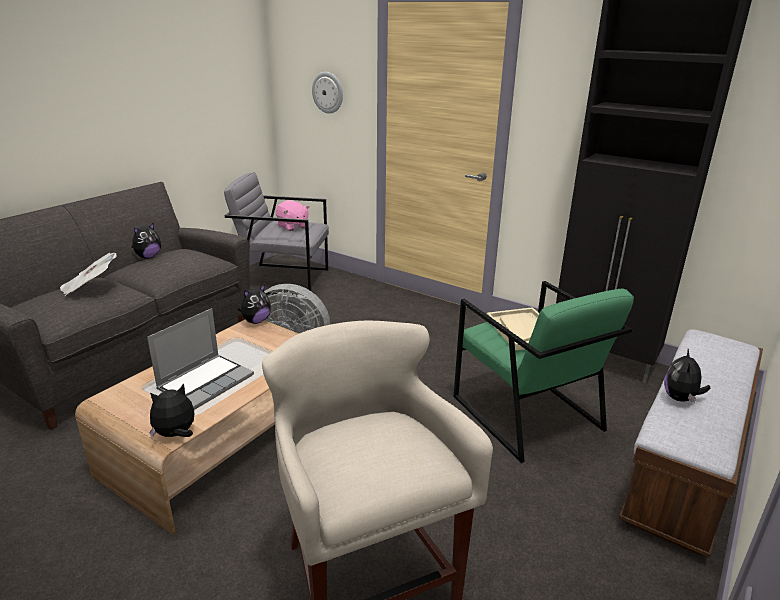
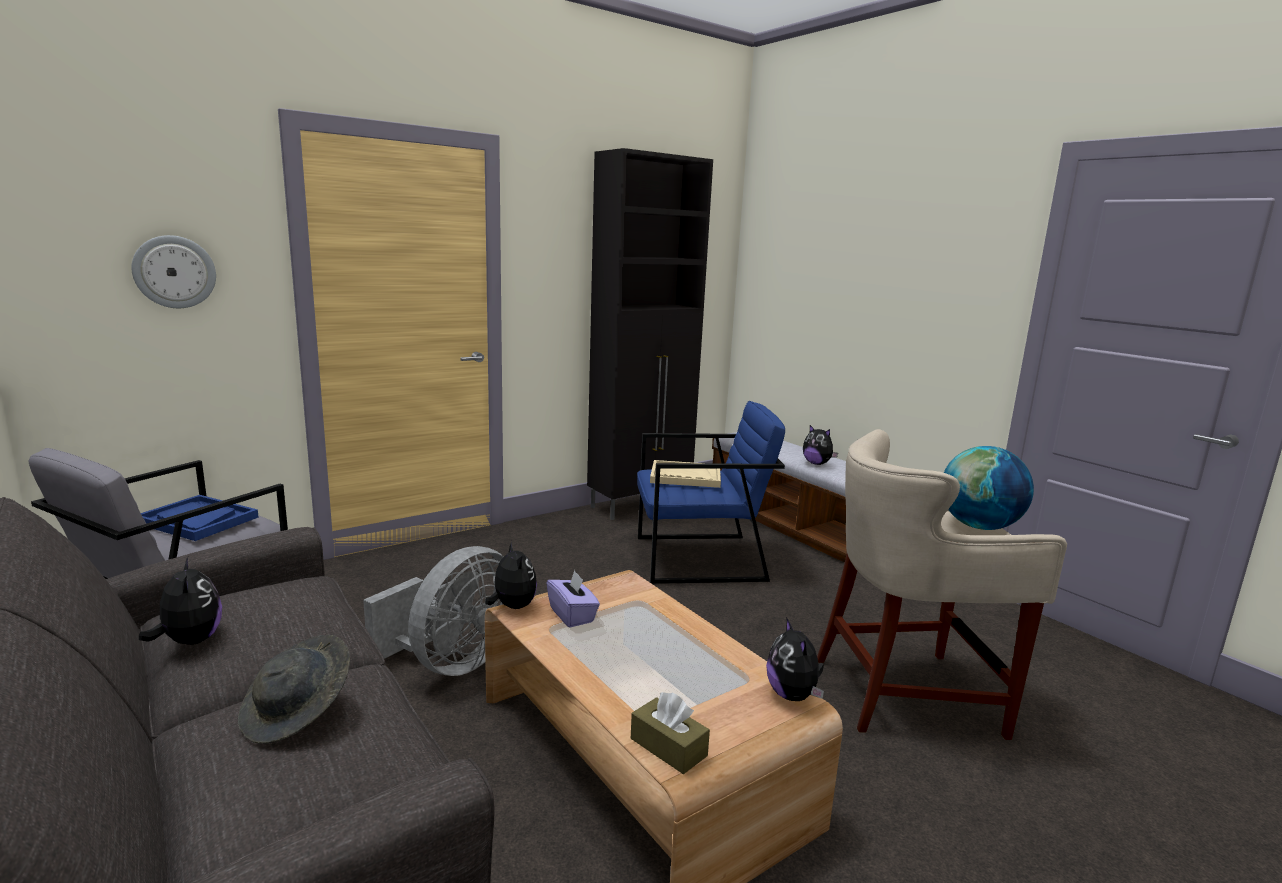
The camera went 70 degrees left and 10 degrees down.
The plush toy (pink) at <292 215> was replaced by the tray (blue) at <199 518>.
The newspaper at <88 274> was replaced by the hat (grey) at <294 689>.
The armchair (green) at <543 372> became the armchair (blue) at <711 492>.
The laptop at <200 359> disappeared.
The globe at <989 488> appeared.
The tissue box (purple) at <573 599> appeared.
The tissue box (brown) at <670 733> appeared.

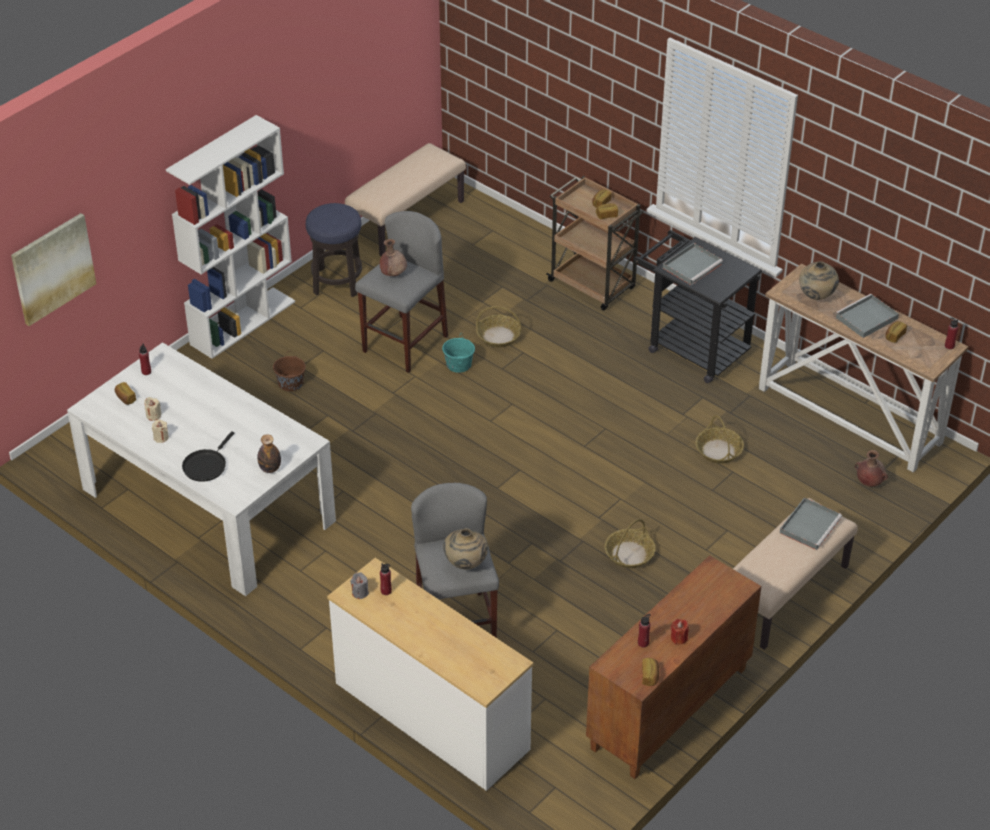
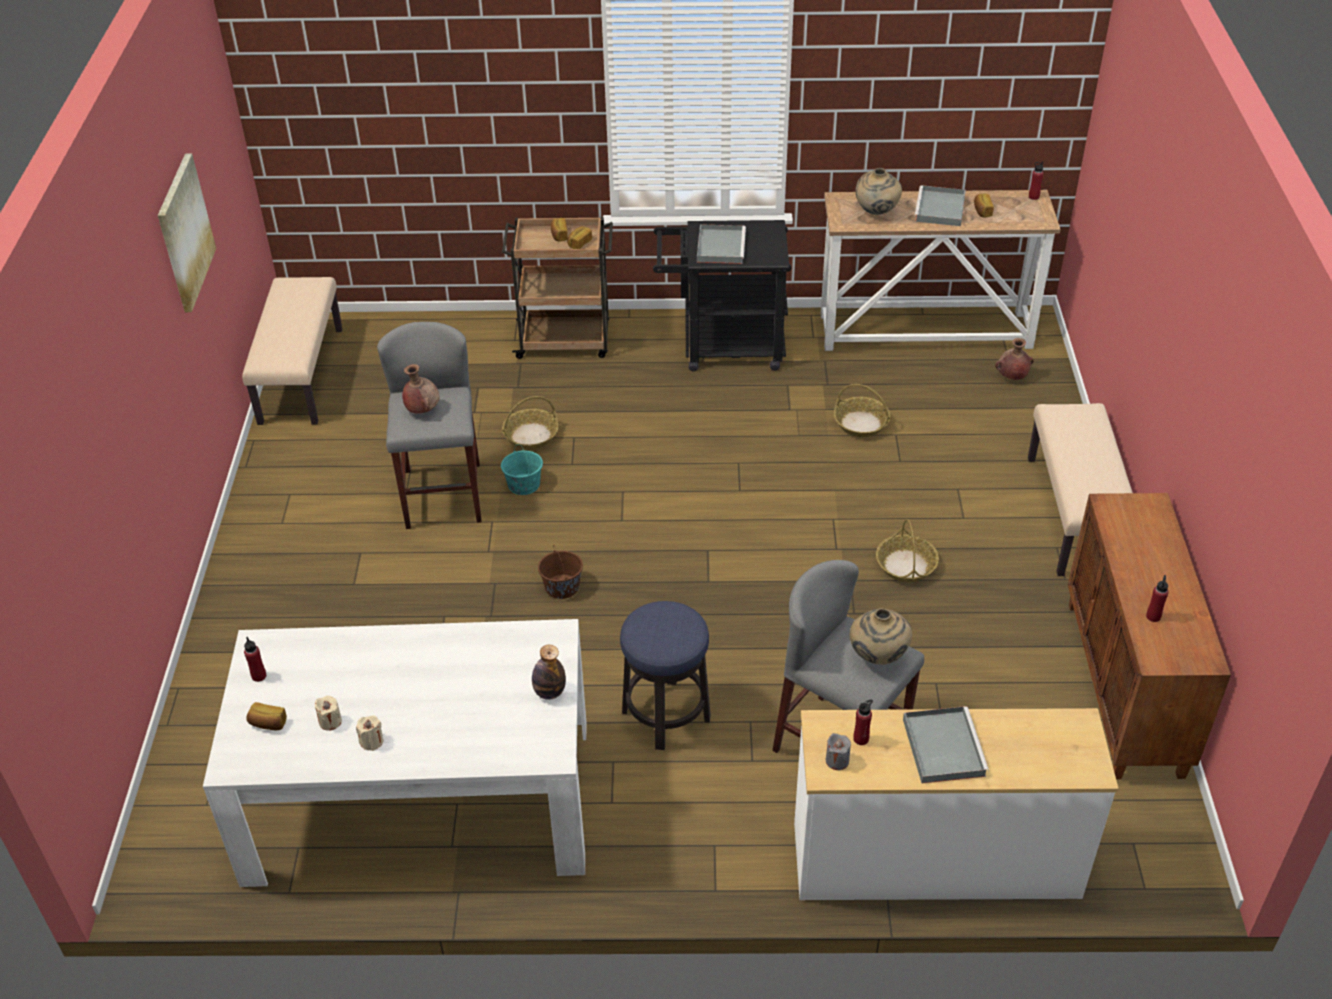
The camera went 40 degrees left and 0 degrees up.
The bookcase (white) at <230 237> disappeared.
The stool moved from <334 250> to <665 675>.
The picture moved from <53 269> to <187 233>.
The bucket (brown) moved from <289 371> to <560 572>.
The frying pan (black) at <208 456> disappeared.
The tray (grey) moved from <811 523> to <946 744>.
The candle (red) at <680 631> disappeared.
The bread at <650 672> disappeared.

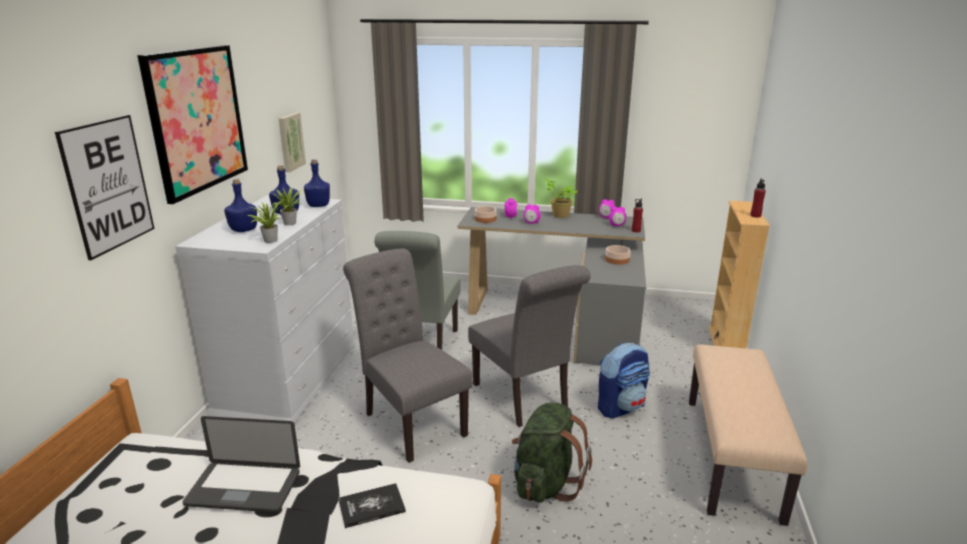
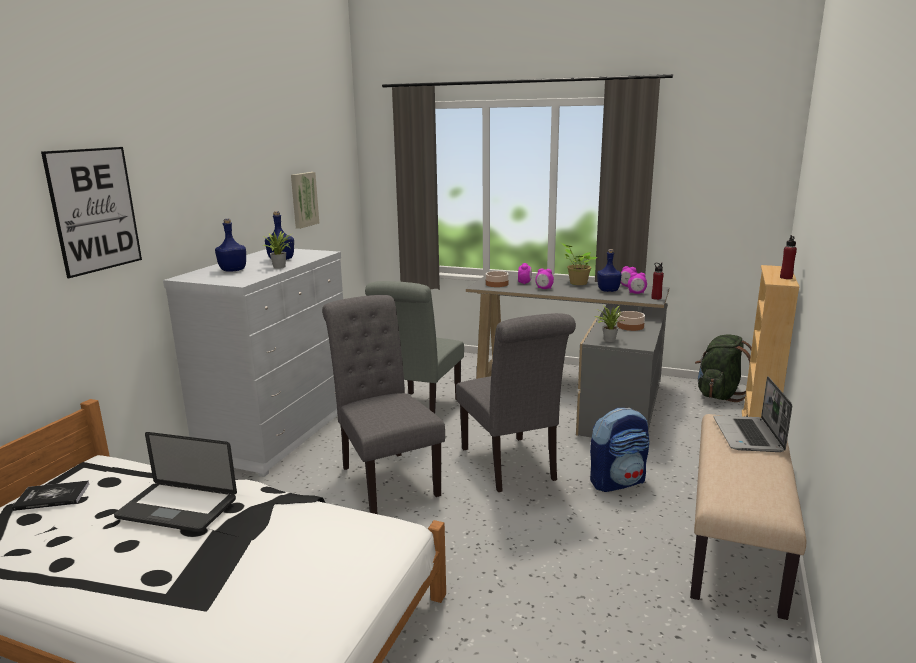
The camera went 10 degrees right and 5 degrees down.
The picture at <192 124> disappeared.
The bottle (blue) moved from <317 183> to <609 270>.
The potted plant moved from <264 222> to <609 324>.
The backpack (green) moved from <552 453> to <723 368>.
The book moved from <372 505> to <50 495>.
The laptop at <752 414> appeared.

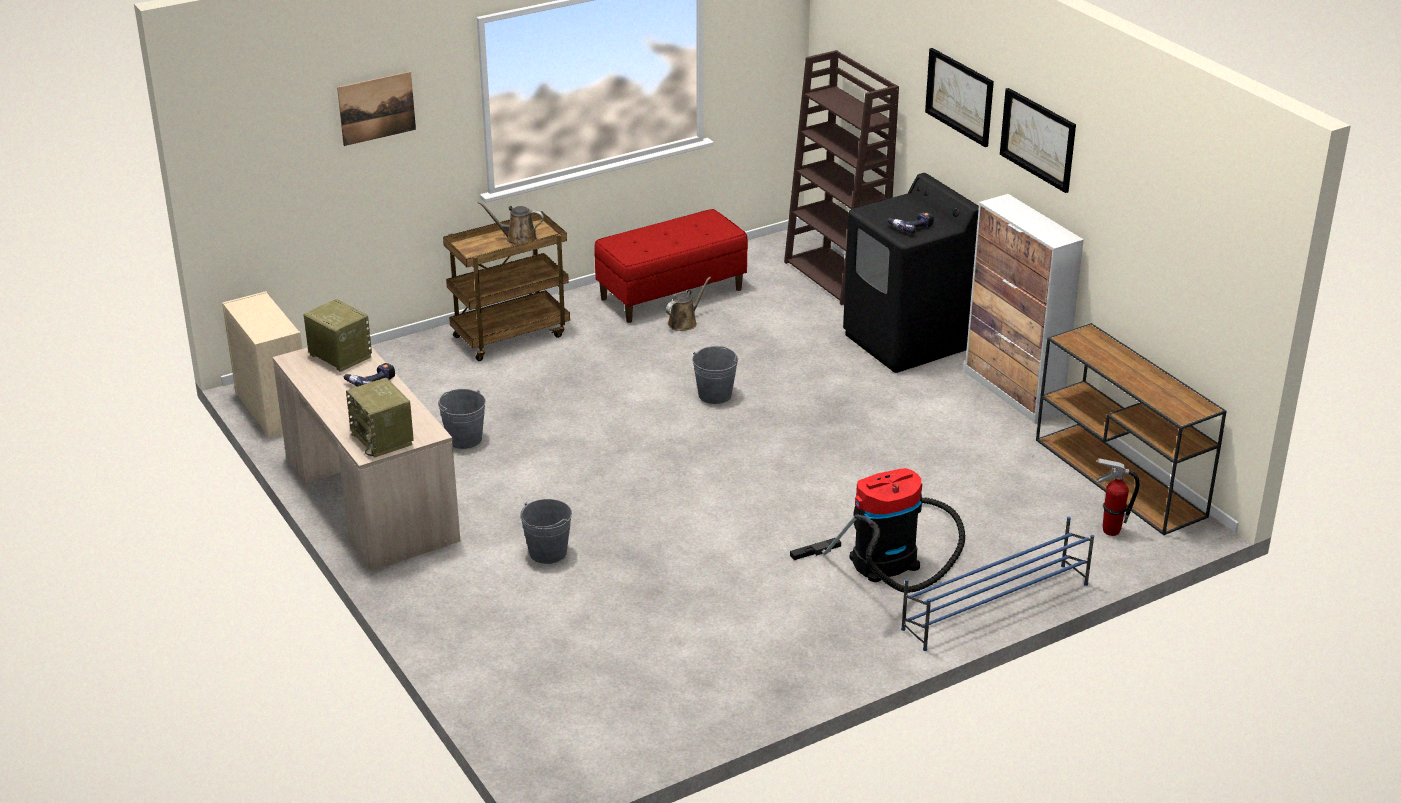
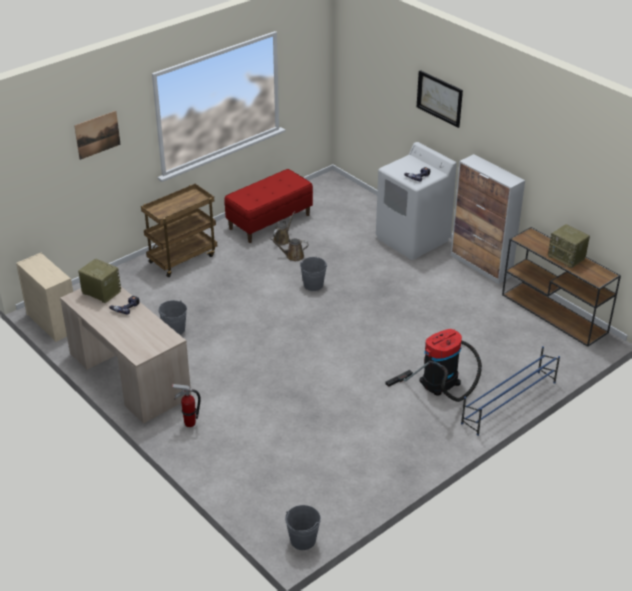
The camera went 10 degrees left and 5 degrees up.
The bookcase (brown) at <841 177> disappeared.
The picture at <1038 140> disappeared.
The washing machine (black) at <911 273> became the washing machine (white) at <416 201>.
The watering can (brown) moved from <510 223> to <289 249>.
The radio moved from <380 418> to <569 246>.
The fire extinguisher moved from <1118 497> to <186 405>.
The bucket (grey) moved from <546 531> to <303 527>.

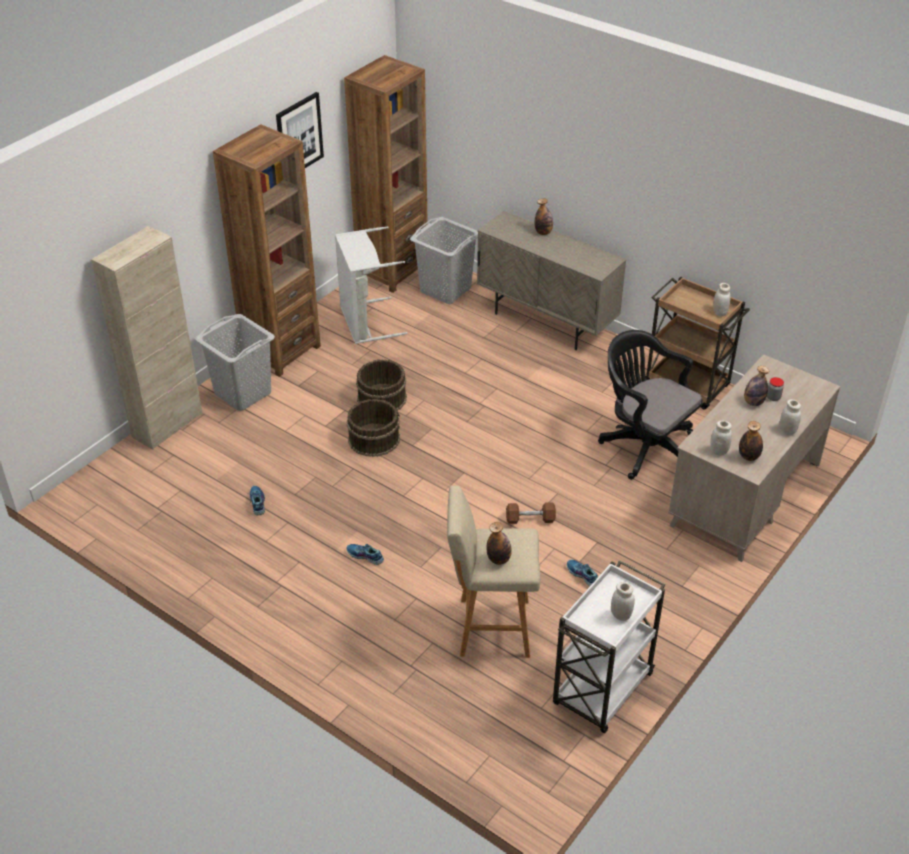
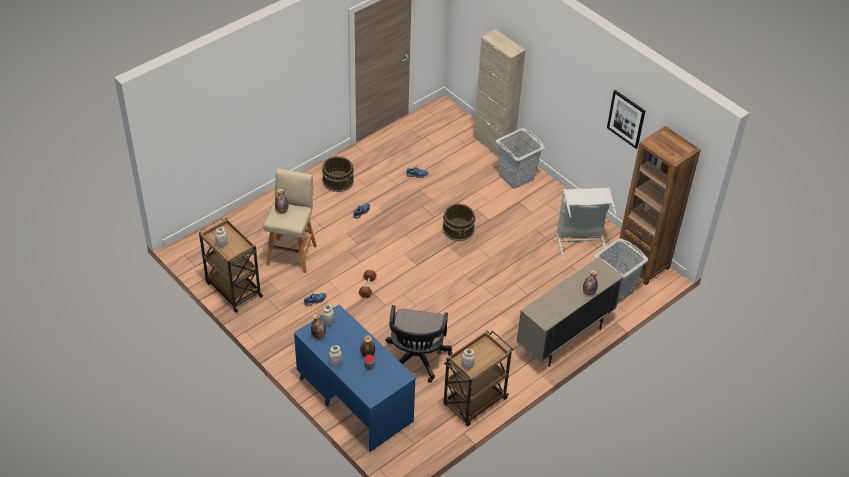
The camera went 100 degrees right and 5 degrees up.
The bookcase (brown) at <267 250> disappeared.
The office chair (black) at <650 405> turned 135 degrees clockwise.
The desk (beige) at <754 458> became the desk (blue) at <355 378>.
The bucket (brown) moved from <381 385> to <338 174>.
The cart (white) at <609 646> became the cart (brown) at <230 265>.

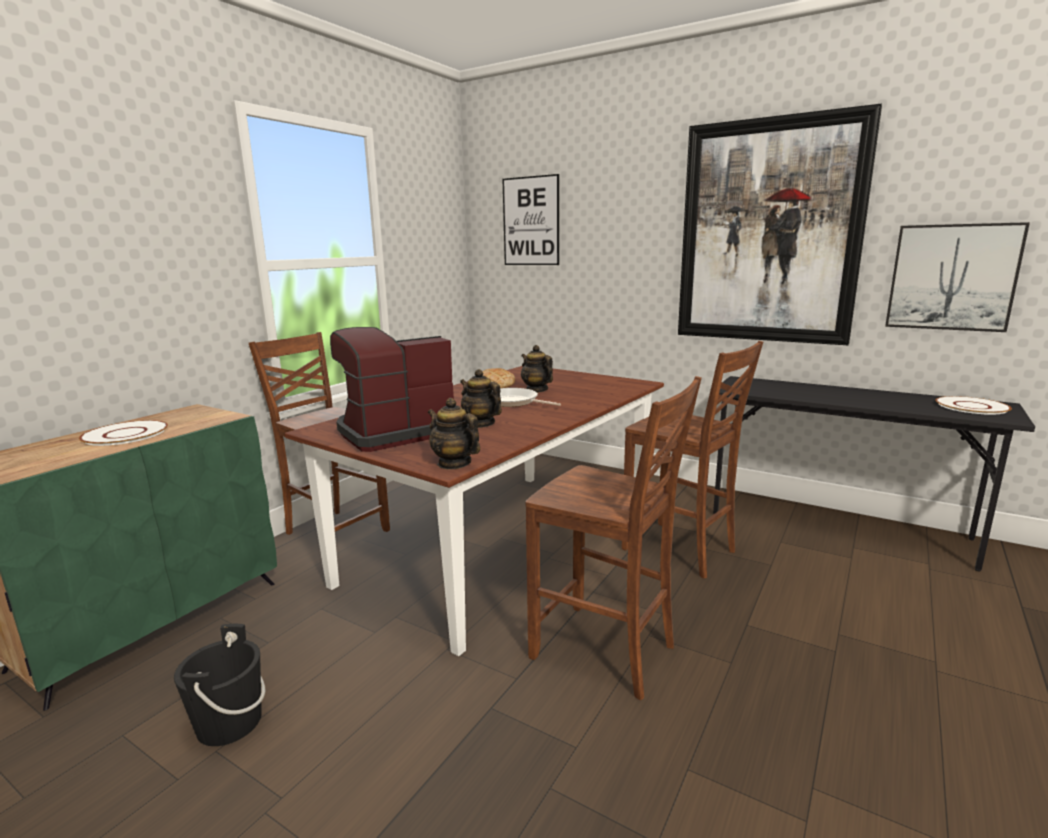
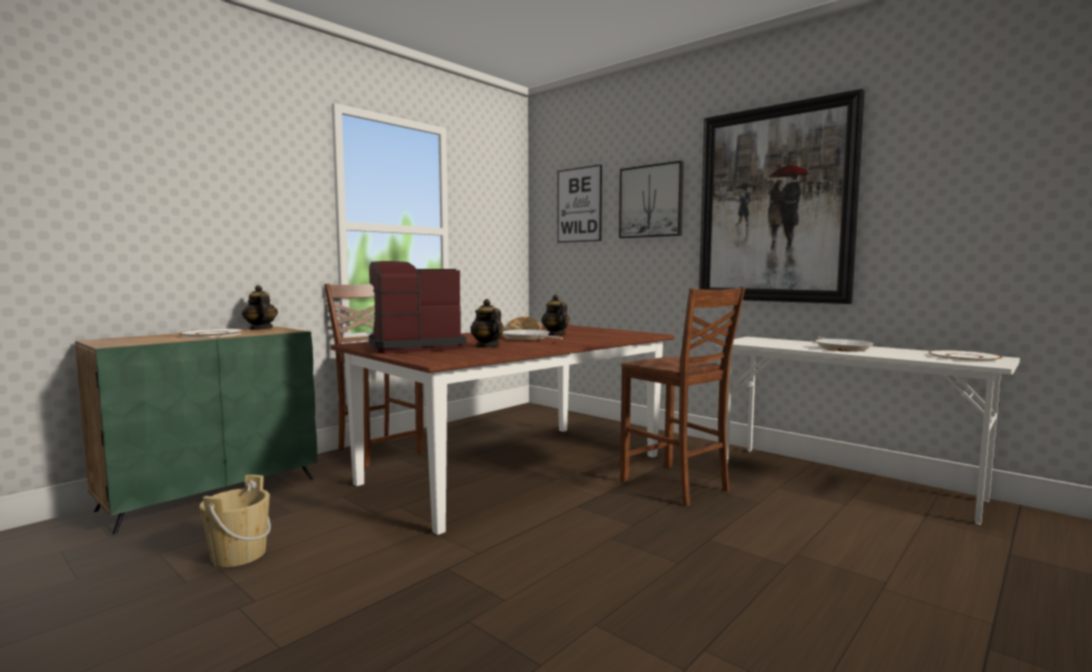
The camera went 10 degrees right and 10 degrees down.
The picture moved from <957 277> to <651 199>.
The chair (brown) at <613 538> disappeared.
The desk (black) at <874 473> became the desk (white) at <868 431>.
The teapot moved from <454 434> to <260 307>.
The bucket (black) at <219 685> became the bucket (beige) at <235 521>.
The frying pan at <844 344> appeared.

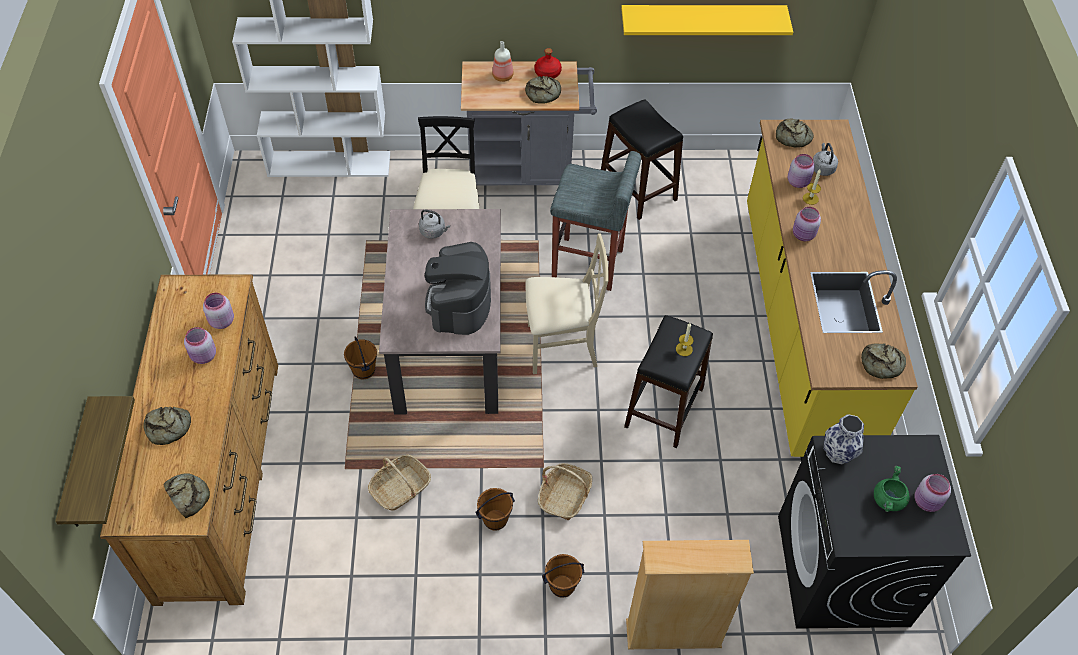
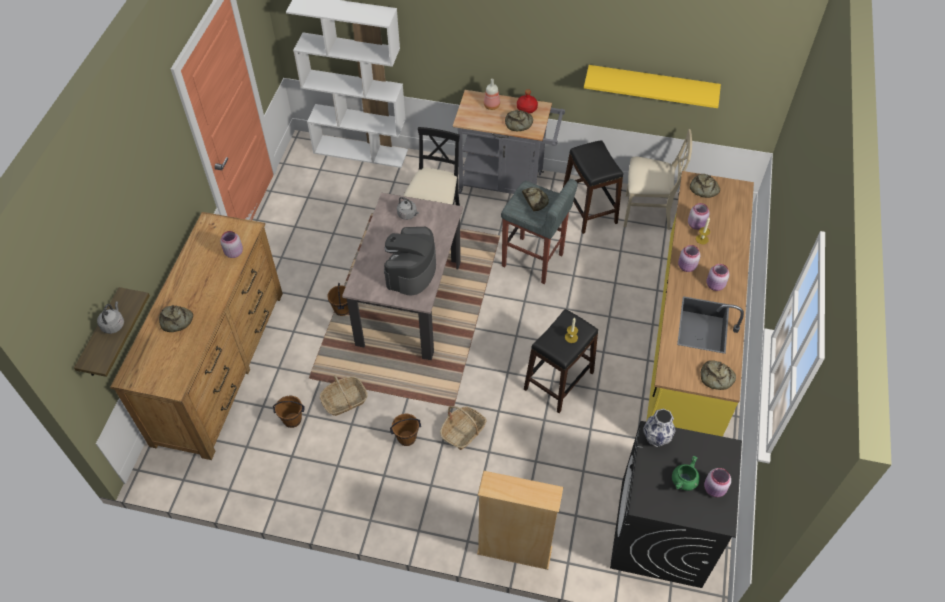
The camera went 15 degrees right and 0 degrees up.
The kettle (grey) moved from <825 159> to <110 317>.
The chair (beige) moved from <567 303> to <657 179>.
The jar (pink) moved from <200 345> to <718 277>.
The bread moved from <186 495> to <535 199>.
The bucket (brown) moved from <563 576> to <289 411>.

